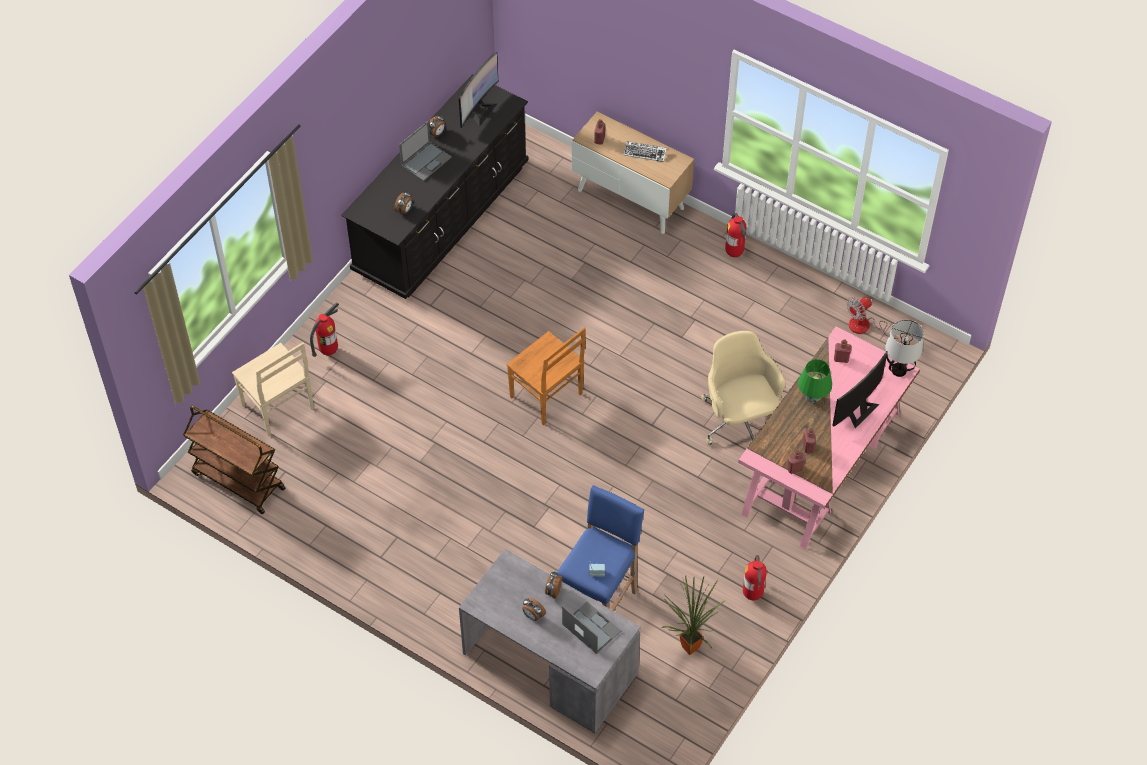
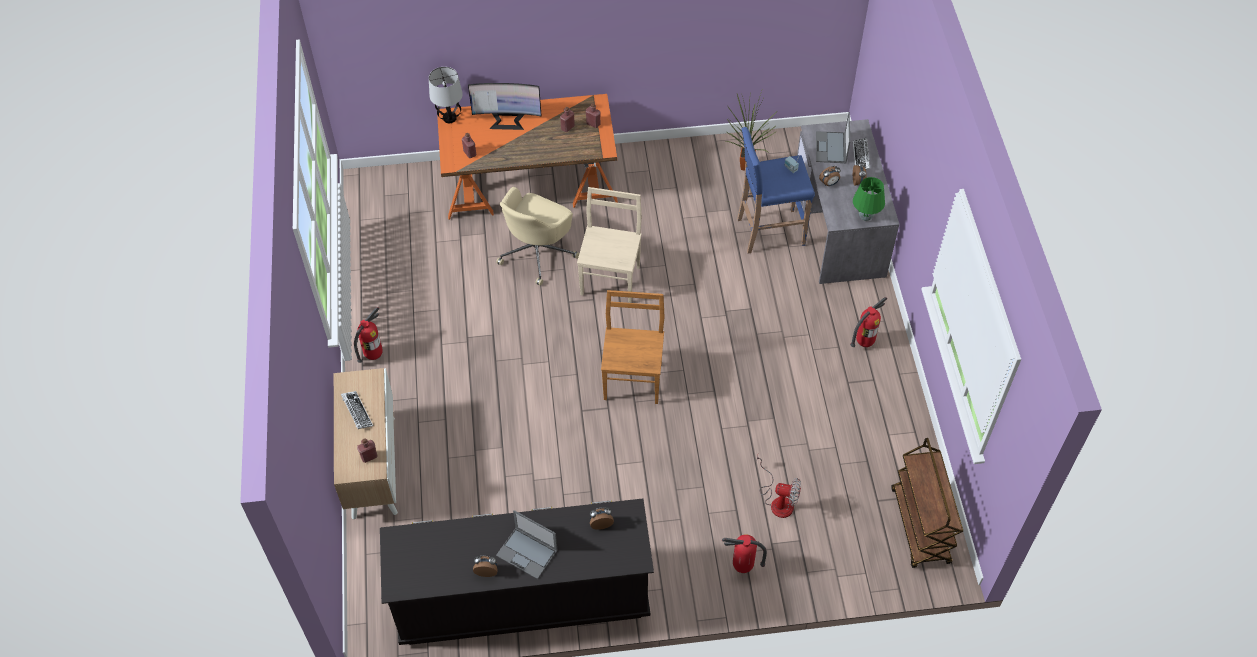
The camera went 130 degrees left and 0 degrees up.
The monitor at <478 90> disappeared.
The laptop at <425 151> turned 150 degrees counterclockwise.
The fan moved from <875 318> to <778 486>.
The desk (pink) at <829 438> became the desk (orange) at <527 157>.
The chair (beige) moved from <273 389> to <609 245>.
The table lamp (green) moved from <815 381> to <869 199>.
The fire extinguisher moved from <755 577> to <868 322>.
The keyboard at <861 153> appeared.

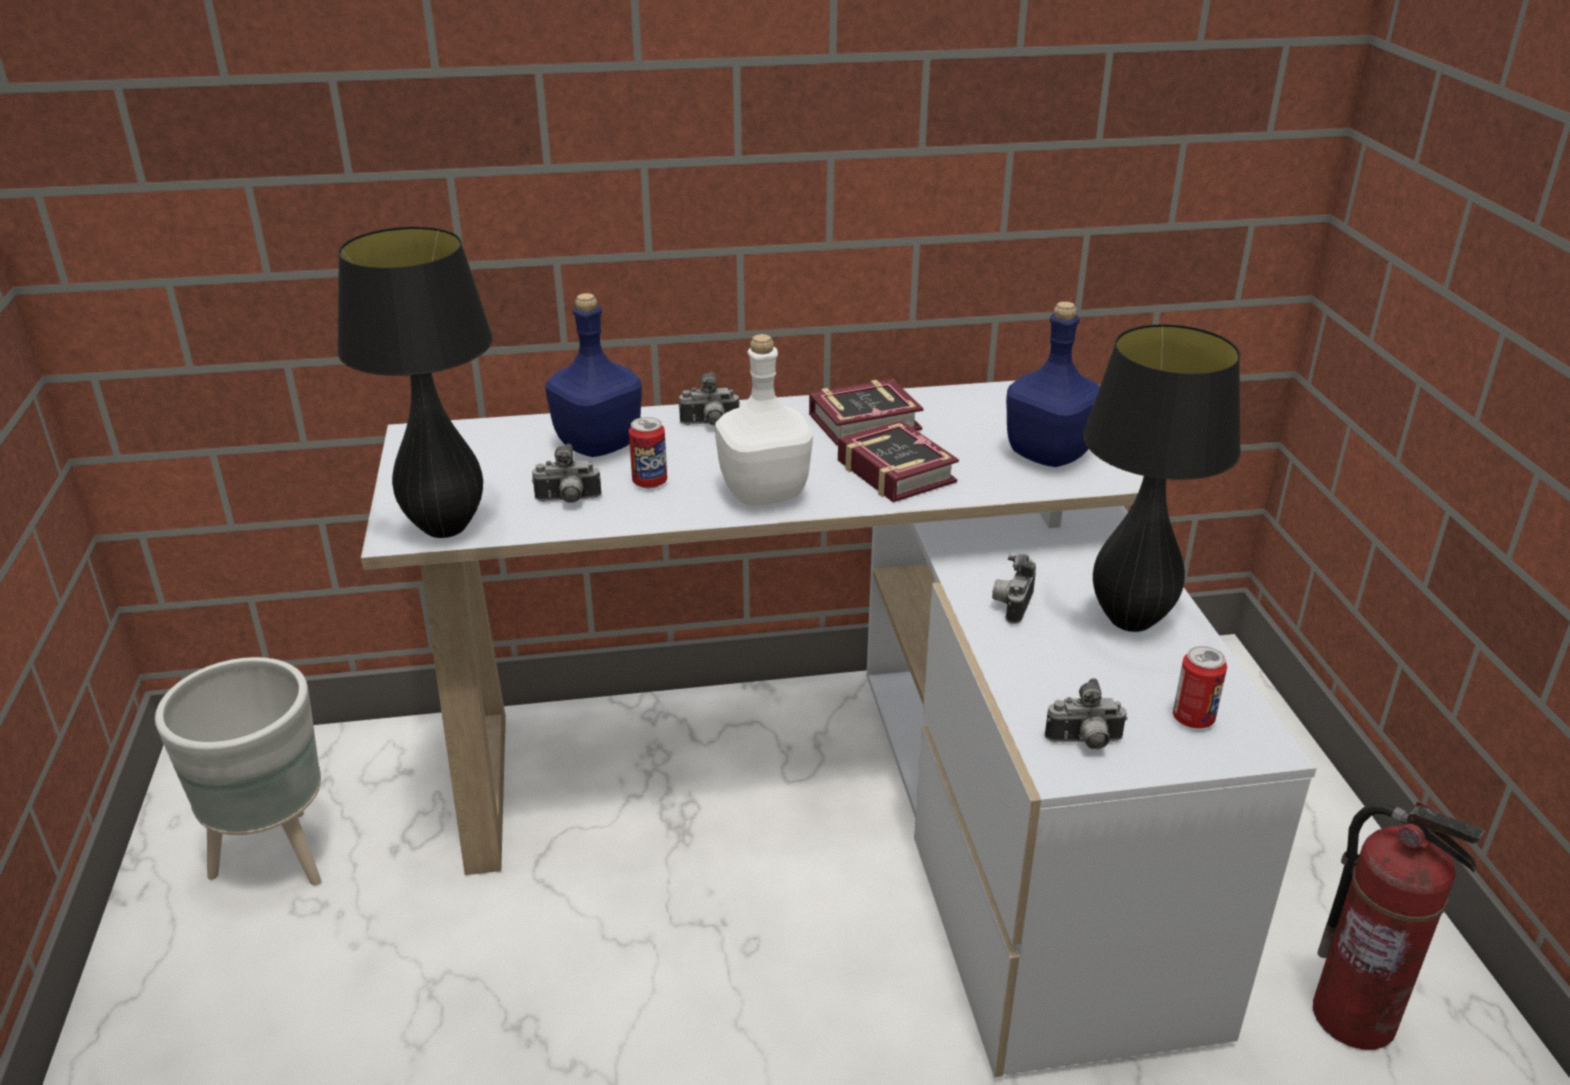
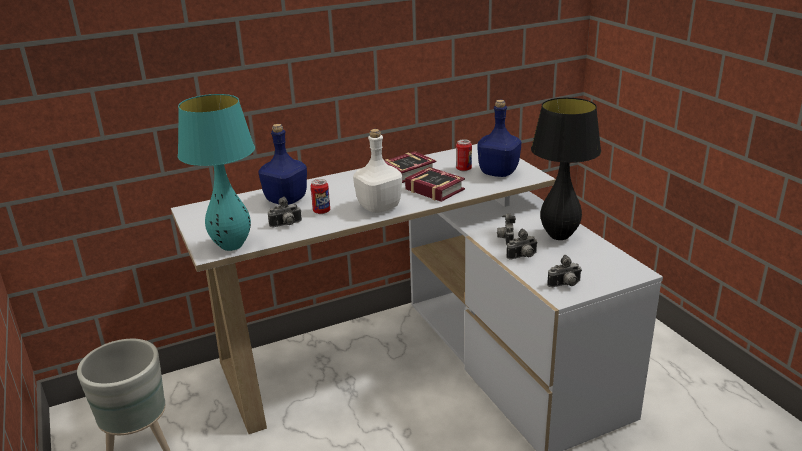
The camera went 15 degrees left and 5 degrees down.
The table lamp (black) at <415 382> became the table lamp (turquoise) at <216 172>.
The photo camera moved from <709 398> to <522 244>.
The can moved from <1200 687> to <464 155>.
The fire extinguisher at <1399 926> disappeared.

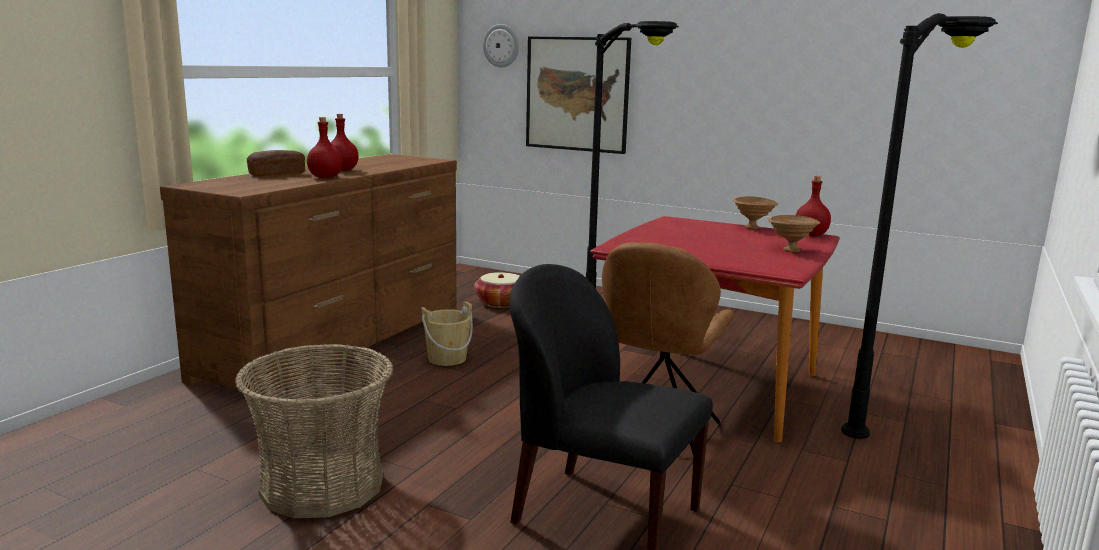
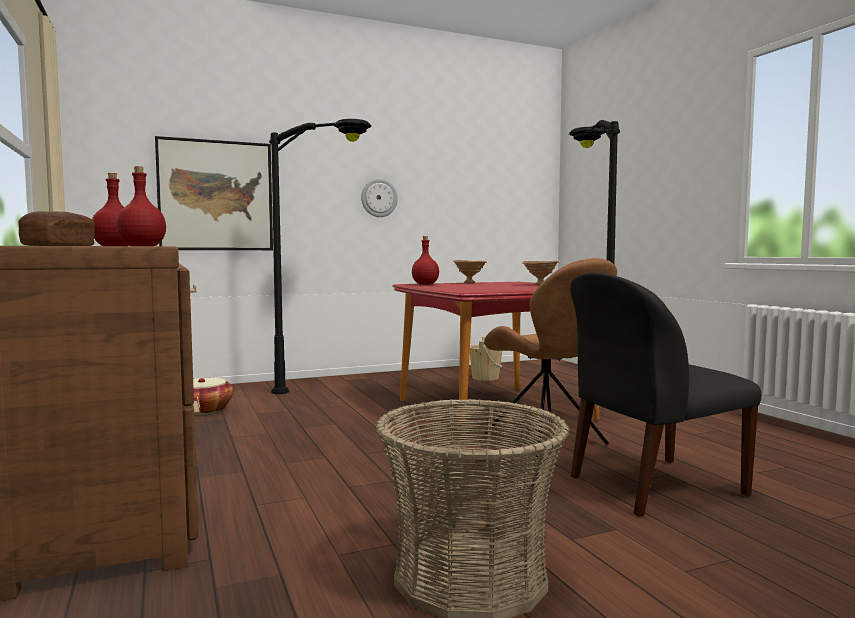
The camera went 50 degrees left and 10 degrees down.
The wall clock moved from <501 46> to <379 197>.
The bottle (red) moved from <813 206> to <425 260>.
The bucket (beige) moved from <447 333> to <486 359>.

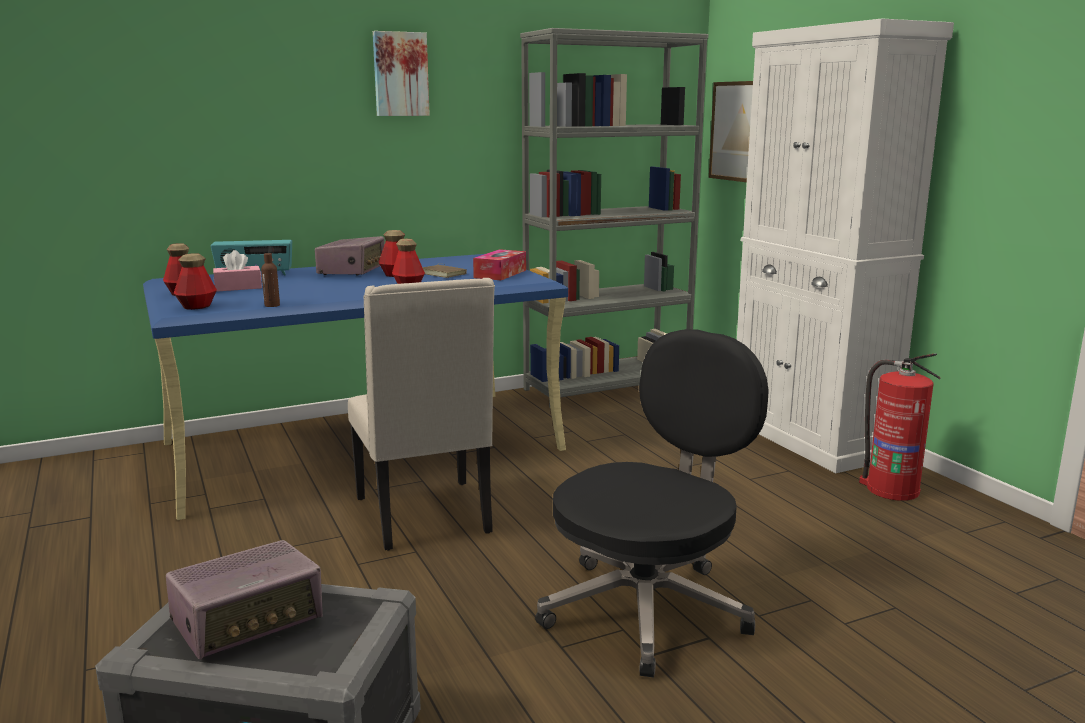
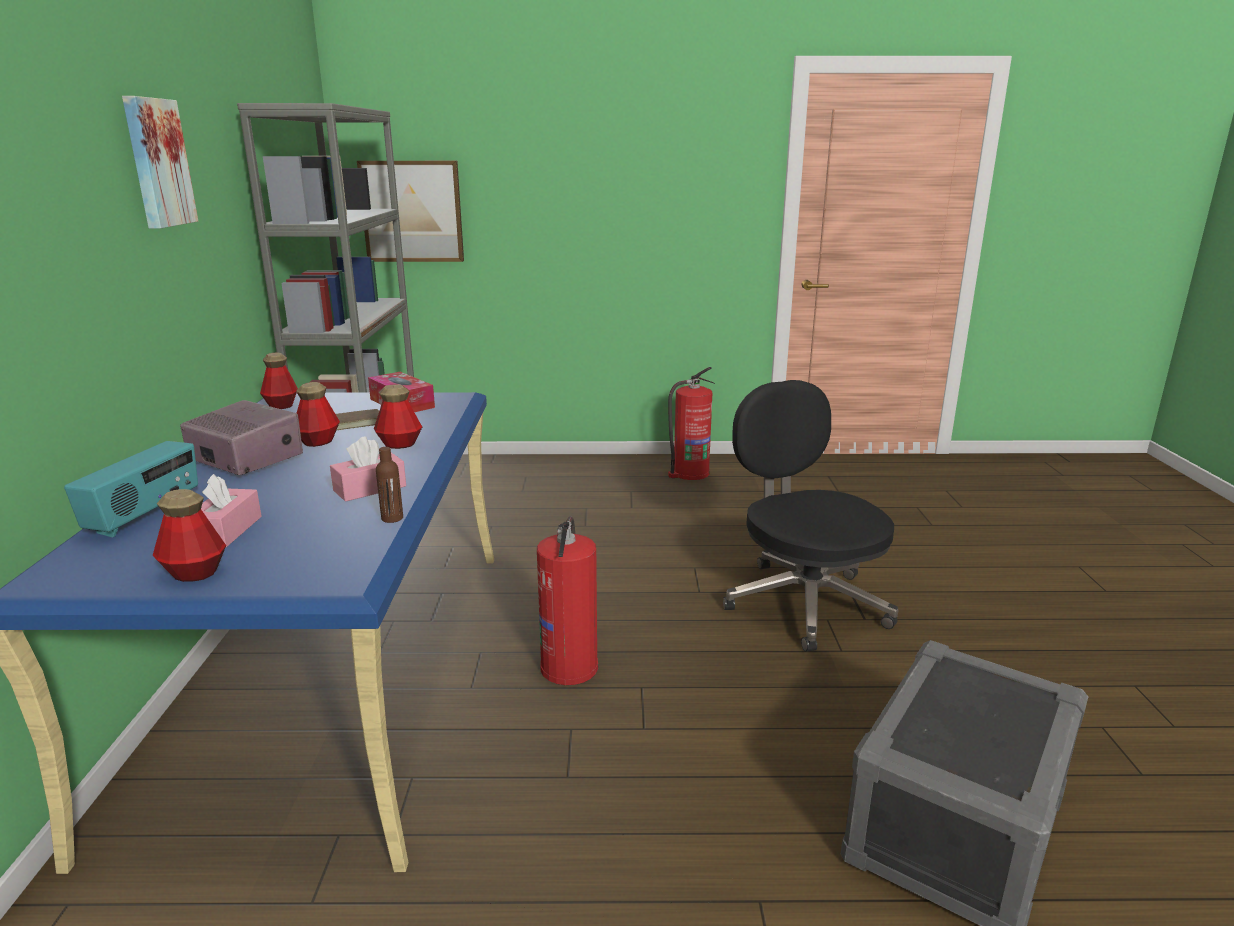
The camera went 65 degrees left and 5 degrees up.
The cabinet (white) at <845 246> disappeared.
The bottle moved from <195 281> to <279 380>.
The chair (beige) at <421 414> was replaced by the fire extinguisher at <567 600>.
The radio at <244 600> disappeared.
The tissue box (pink) at <368 469> appeared.

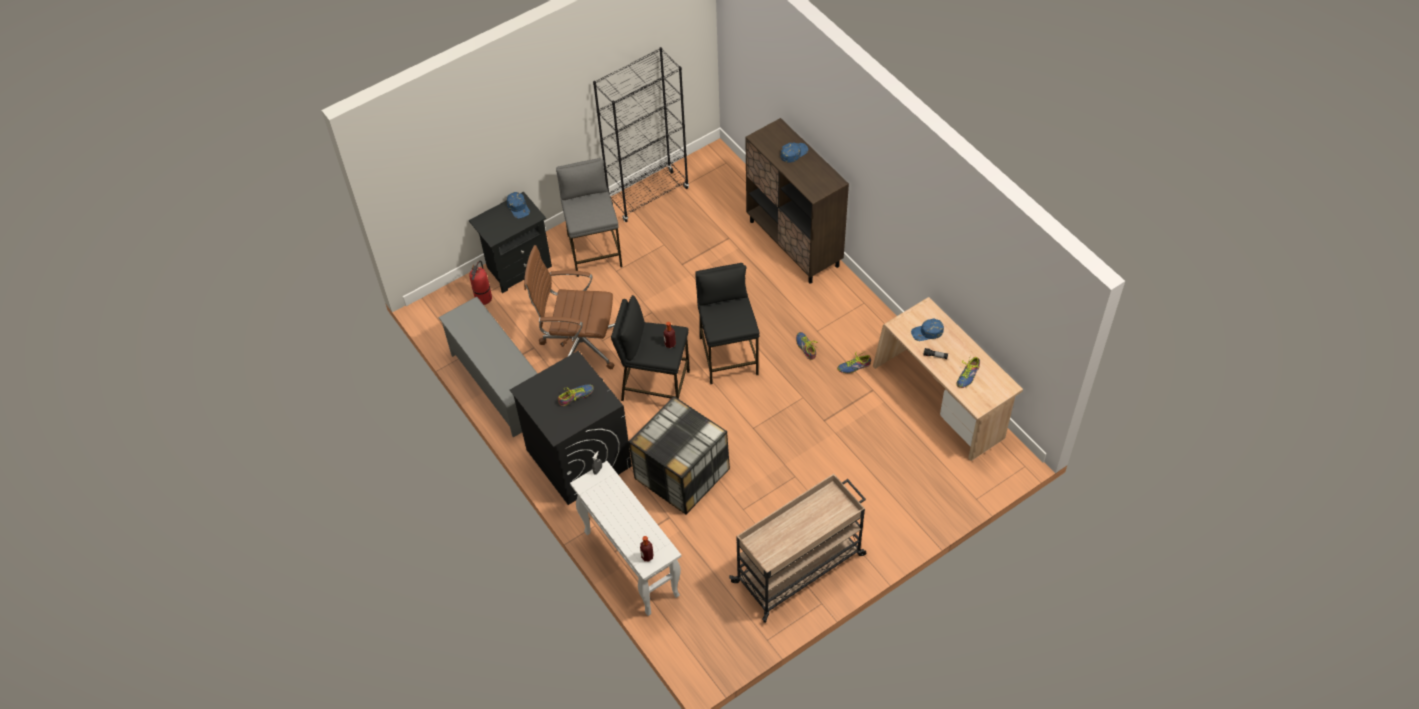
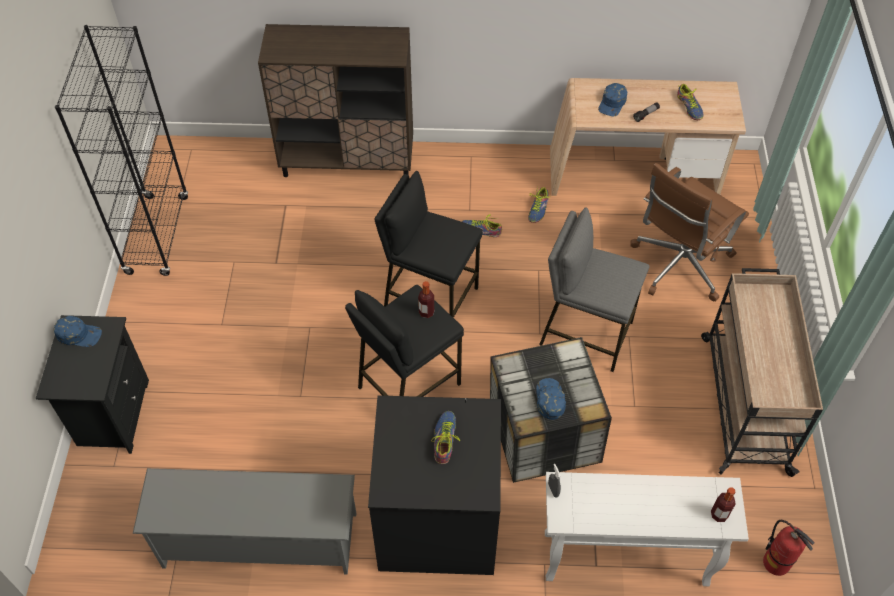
The camera went 55 degrees left and 0 degrees up.
The cap (blue) moved from <794 152> to <551 399>.
The stool (grey) moved from <589 217> to <594 289>.
The office chair (brown) moved from <569 307> to <689 232>.
The fire extinguisher moved from <480 282> to <789 548>.

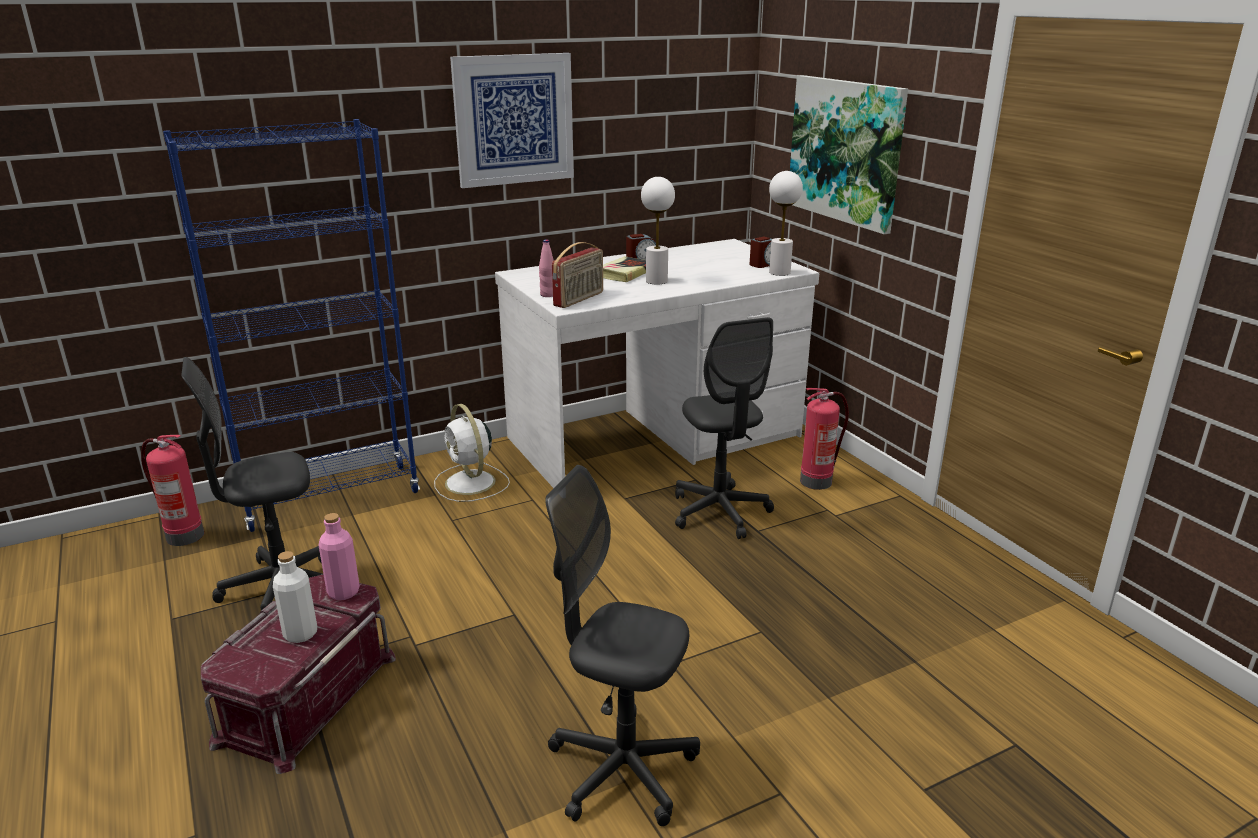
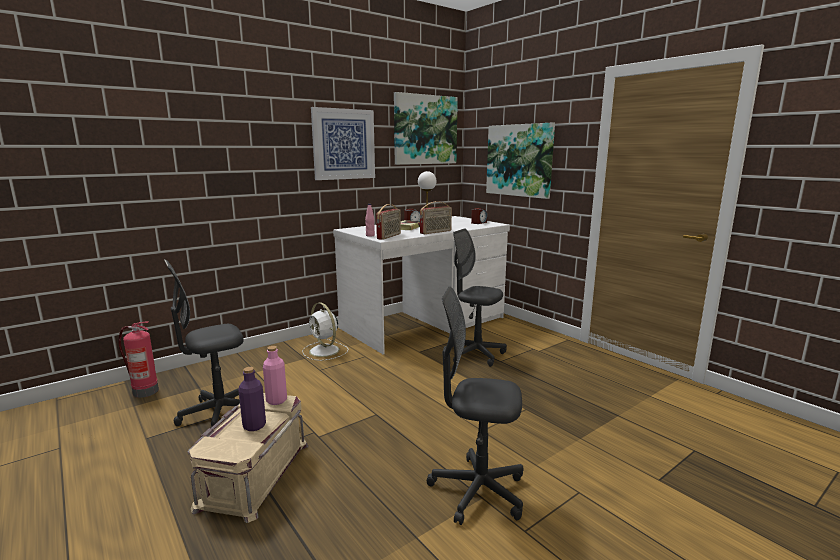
The camera went 10 degrees left and 10 degrees down.
The bookcase (blue) at <291 325> disappeared.
The table lamp (white) at <786 223> disappeared.
The office chair (grey) at <724 428> turned 150 degrees clockwise.
The fire extinguisher at <824 439> disappeared.
The bottle (white) at <295 597> became the bottle (purple) at <252 399>.
The storage box (red) at <298 674> became the storage box (beige) at <248 458>.
The picture at <426 128> appeared.
The radio at <436 217> appeared.

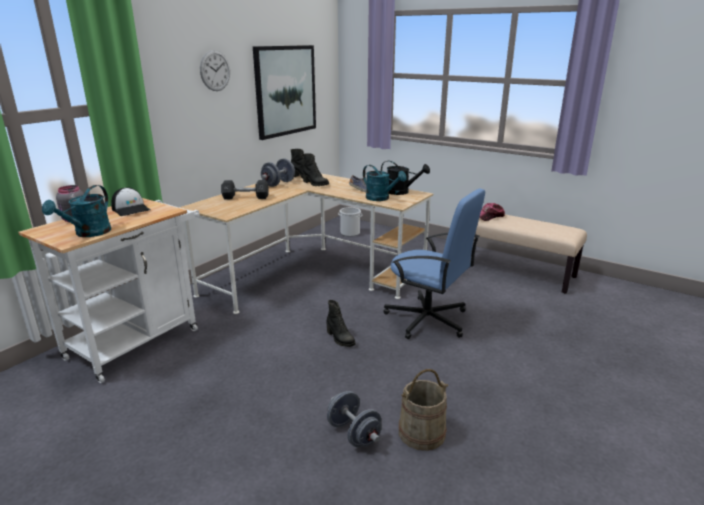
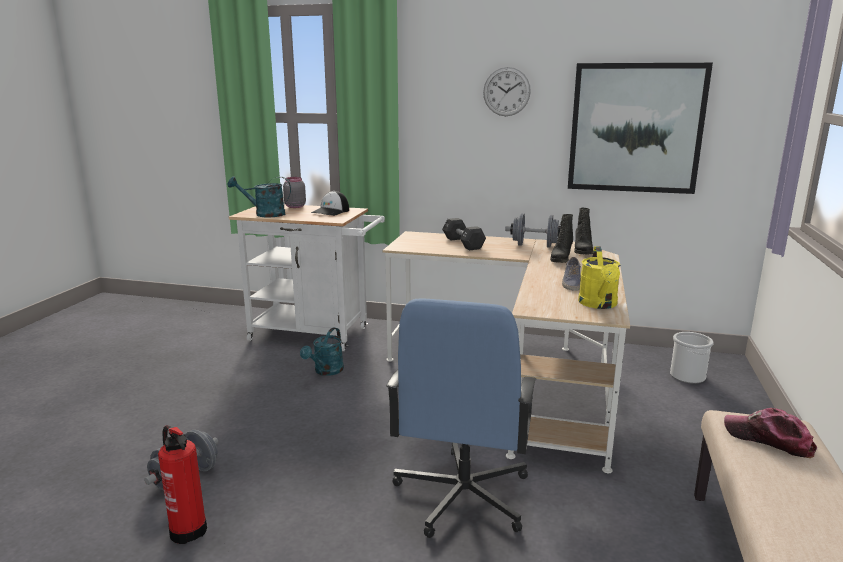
The camera went 70 degrees right and 5 degrees down.
The watering can (black) at <405 178> became the watering can (yellow) at <599 277>.
The watering can (turquoise) moved from <385 183> to <322 351>.
The boot (black) at <341 323> disappeared.
The bucket (beige) at <423 410> was replaced by the fire extinguisher at <182 484>.

